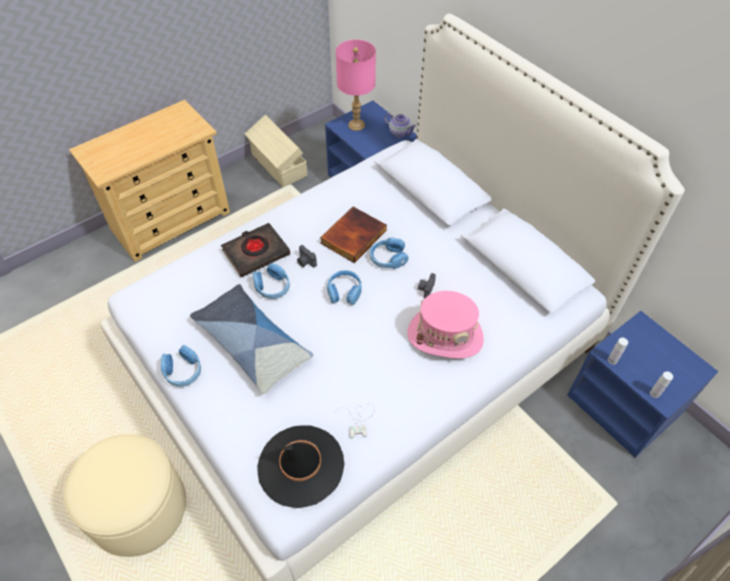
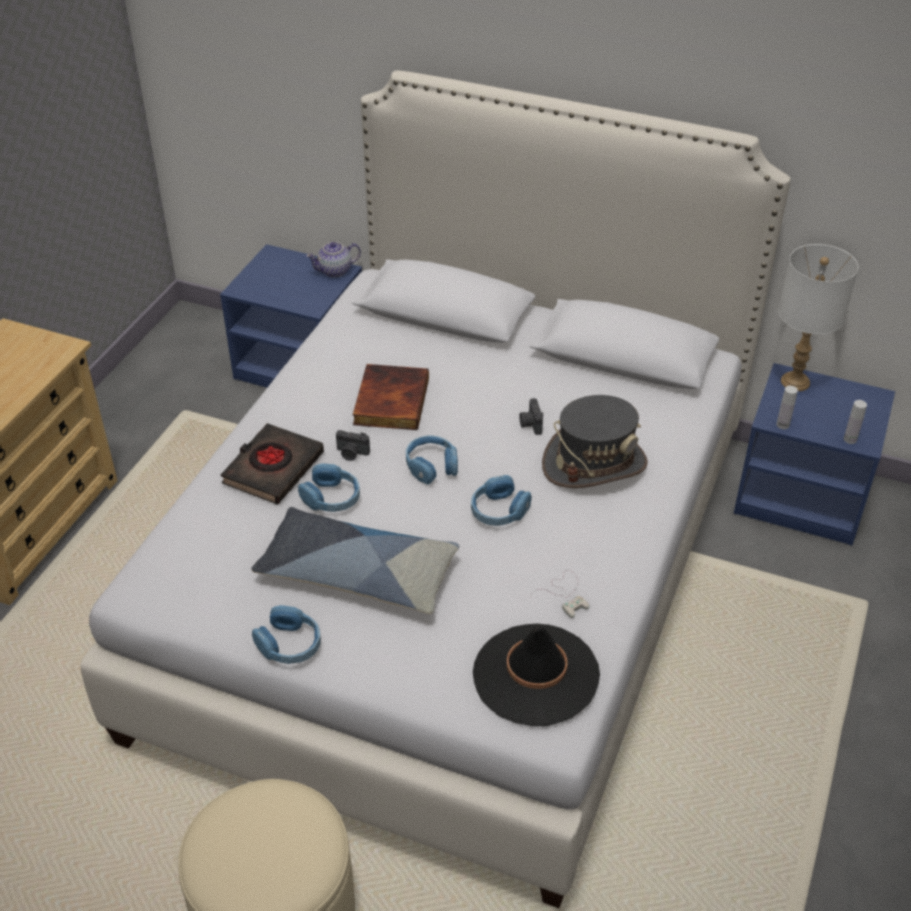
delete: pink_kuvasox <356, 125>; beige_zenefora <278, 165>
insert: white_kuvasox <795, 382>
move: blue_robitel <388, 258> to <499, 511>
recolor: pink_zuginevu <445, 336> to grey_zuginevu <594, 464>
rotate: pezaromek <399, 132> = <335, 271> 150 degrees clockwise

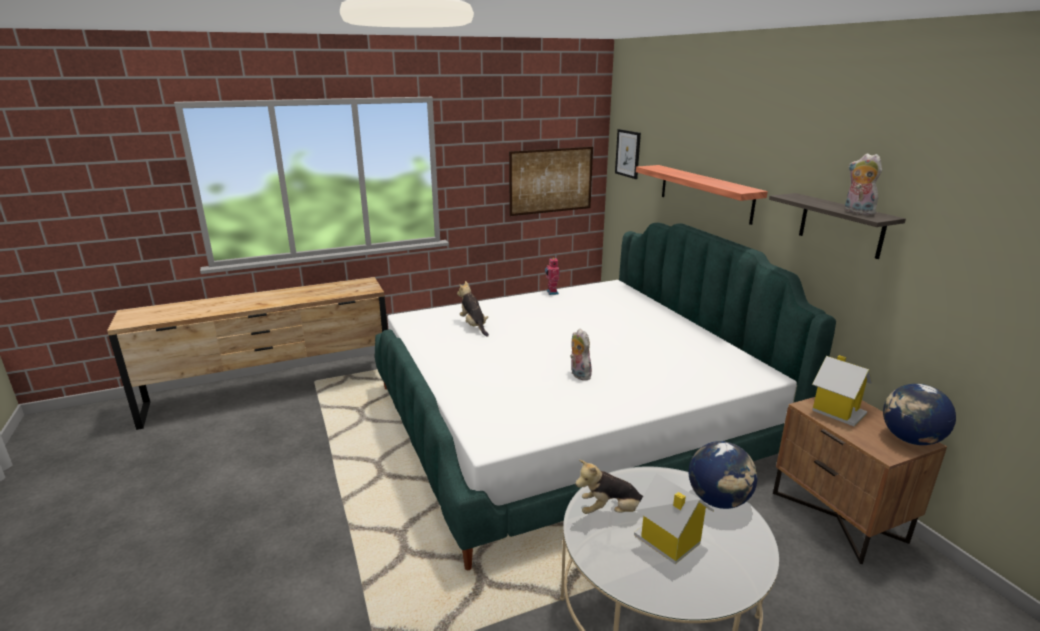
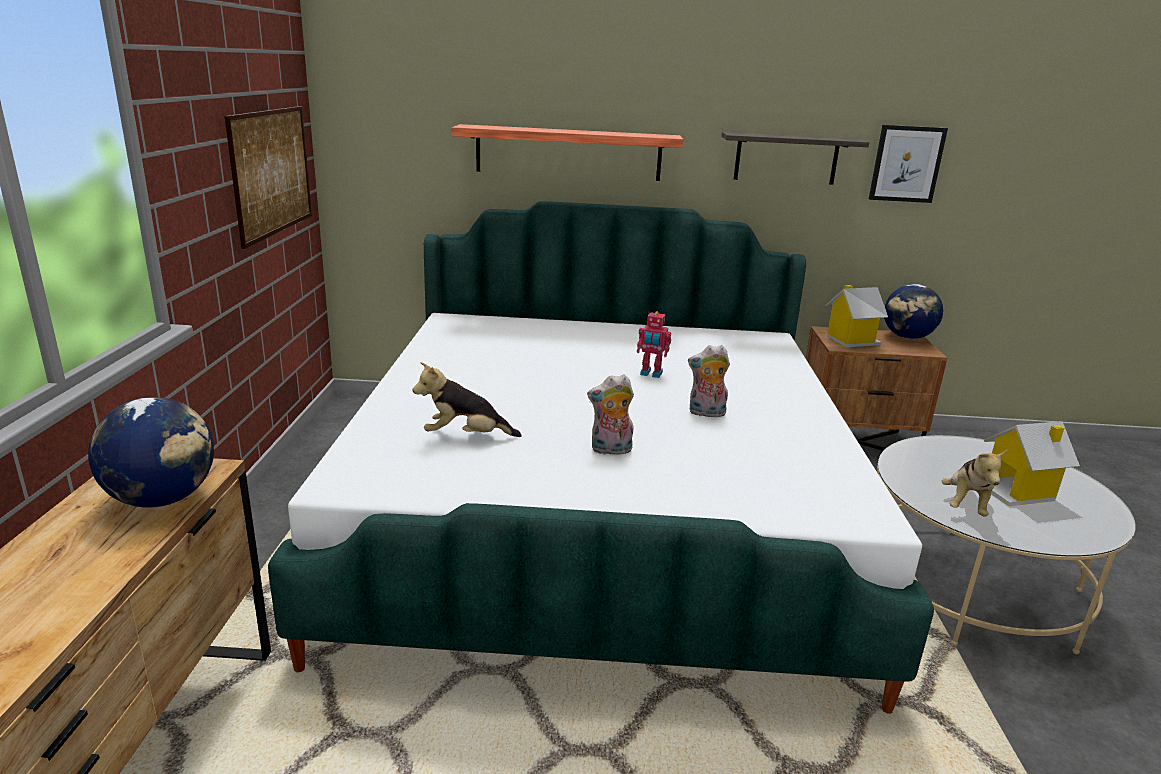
move: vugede <628, 153> to <906, 164>; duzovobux <857, 212> to <610, 450>; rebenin <551, 292> to <651, 374>; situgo <718, 500> to <163, 499>

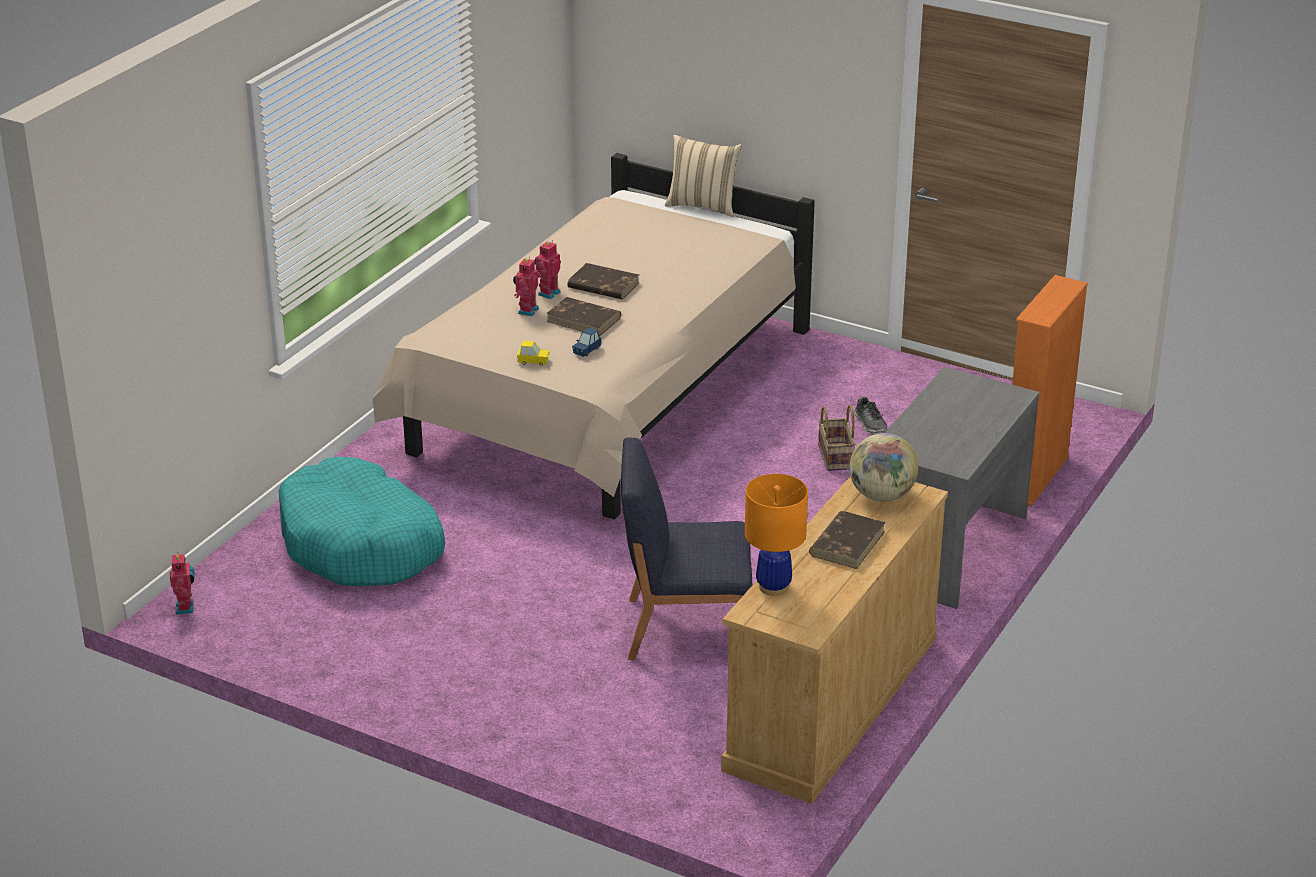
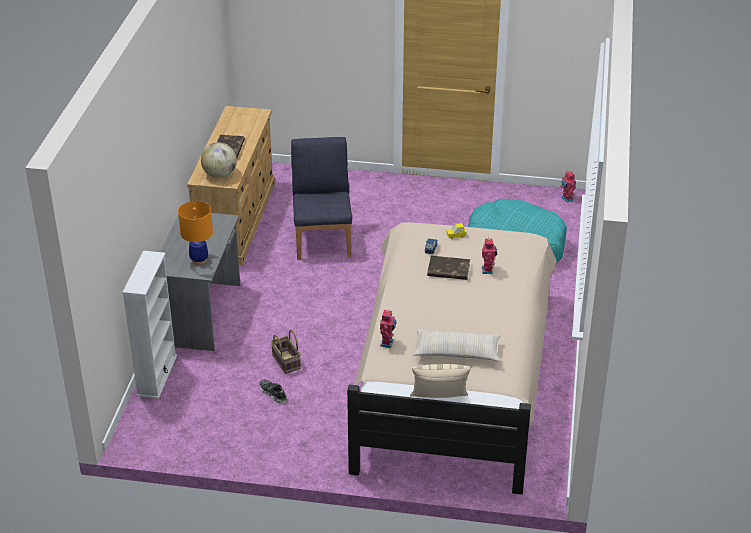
delete: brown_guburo <603, 285>
insert: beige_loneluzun <456, 352>
move: rebenin <548, 293> to <387, 343>; orange_kuvasox <773, 587> to <199, 260>
recolor: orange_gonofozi <1034, 477> to white_gonofozi <157, 375>
rotate: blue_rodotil <684, 628> = <323, 240> 75 degrees counterclockwise

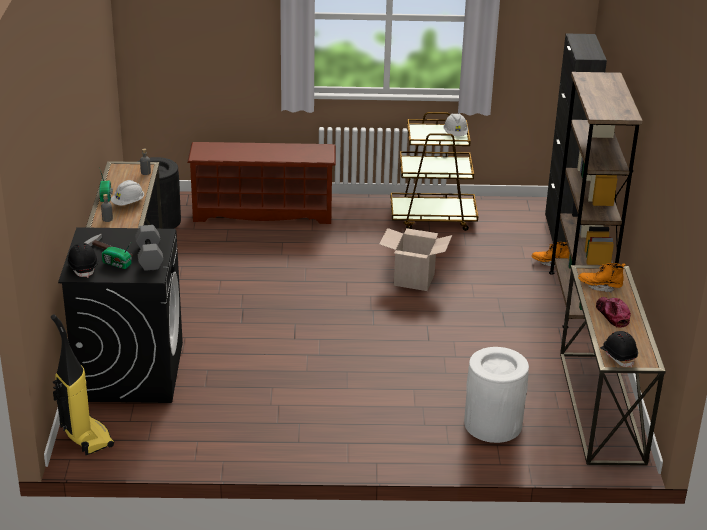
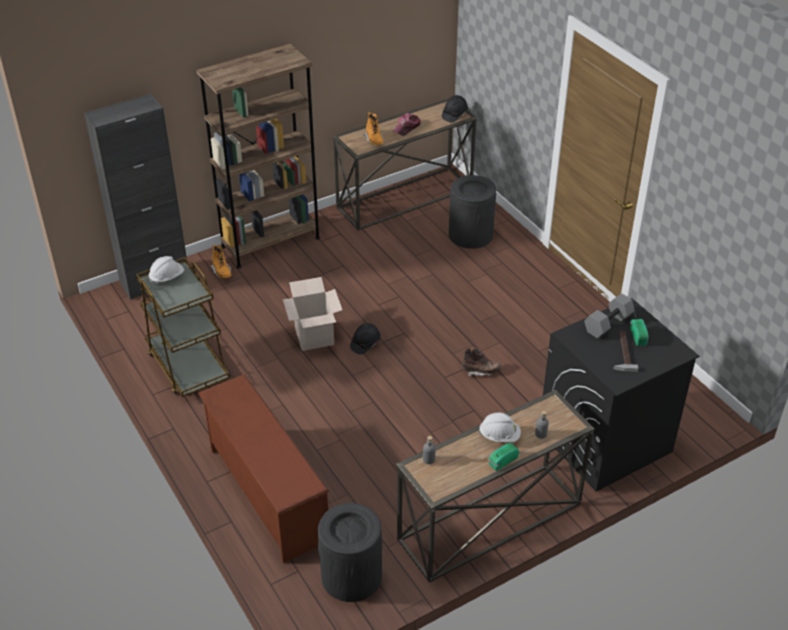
delete: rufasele <85, 437>
insert: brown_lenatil <480, 371>
move: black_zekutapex <83, 267> to <365, 343>
recolor: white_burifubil <493, 424> to black_burifubil <470, 234>

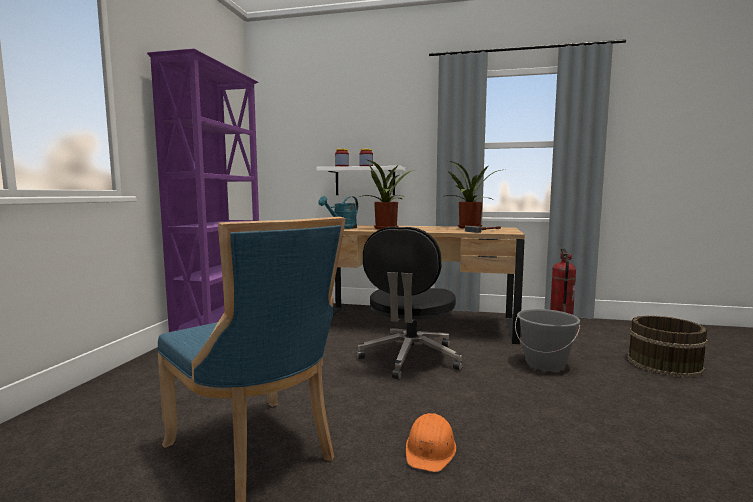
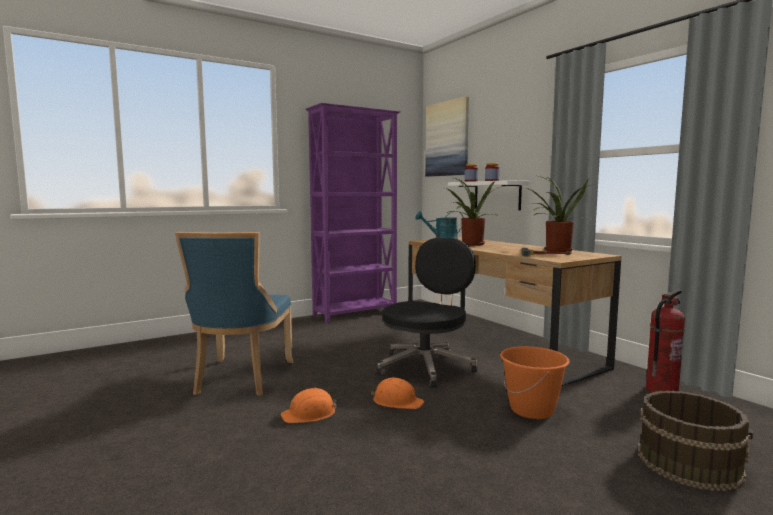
insert: vugede <447, 139>; orange_zekutapex <397, 401>
recolor: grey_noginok <545, 364> to orange_noginok <532, 410>
rotate: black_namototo <410, 358> = <426, 367> 150 degrees clockwise

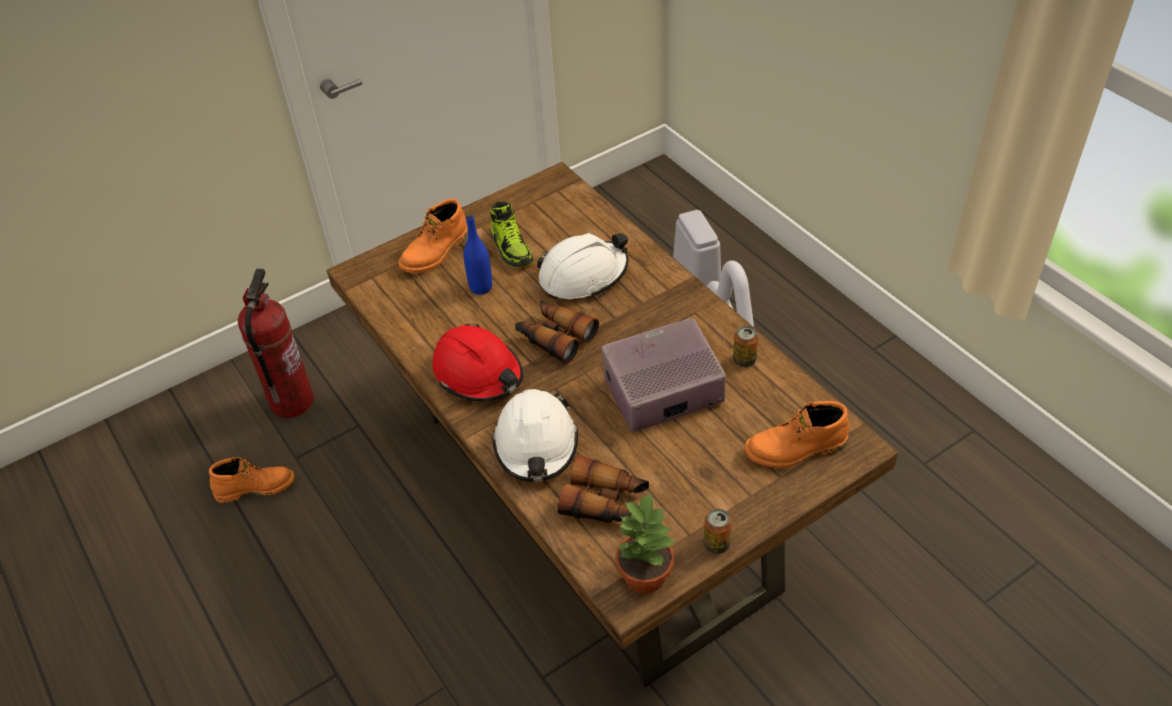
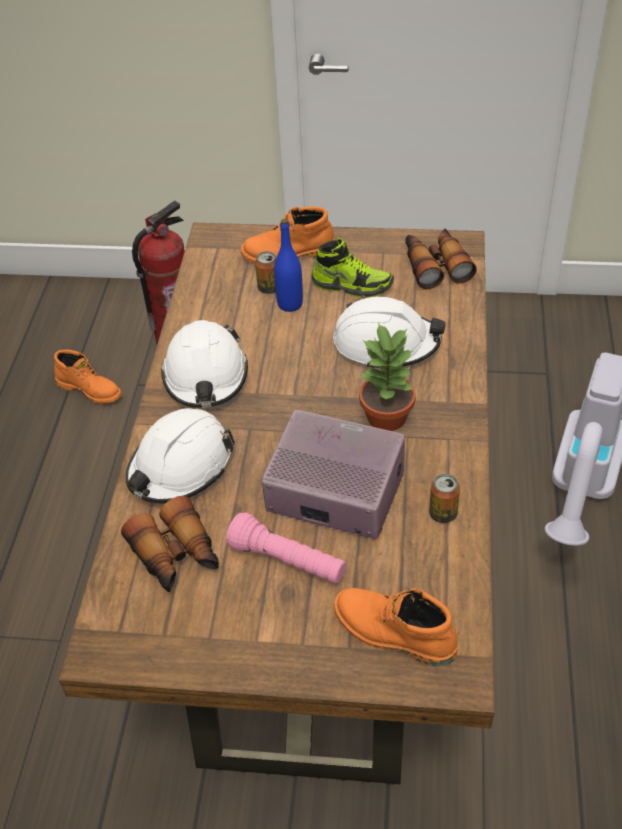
insert: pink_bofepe <288, 561>
move: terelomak <555, 337> to <435, 265>; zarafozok <644, 574> to <387, 416>; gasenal <716, 544> to <269, 288>
recolor: red_zekutapex <478, 373> to white_zekutapex <206, 376>
rotate: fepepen <511, 249> = <352, 285> 90 degrees counterclockwise

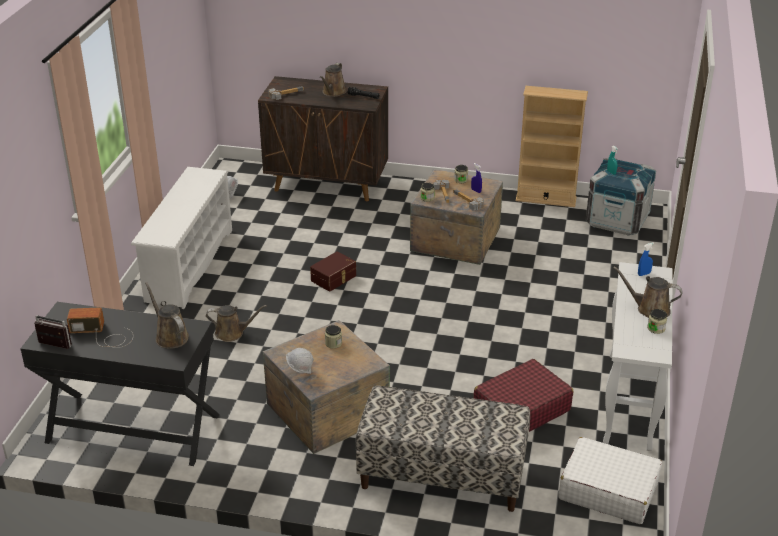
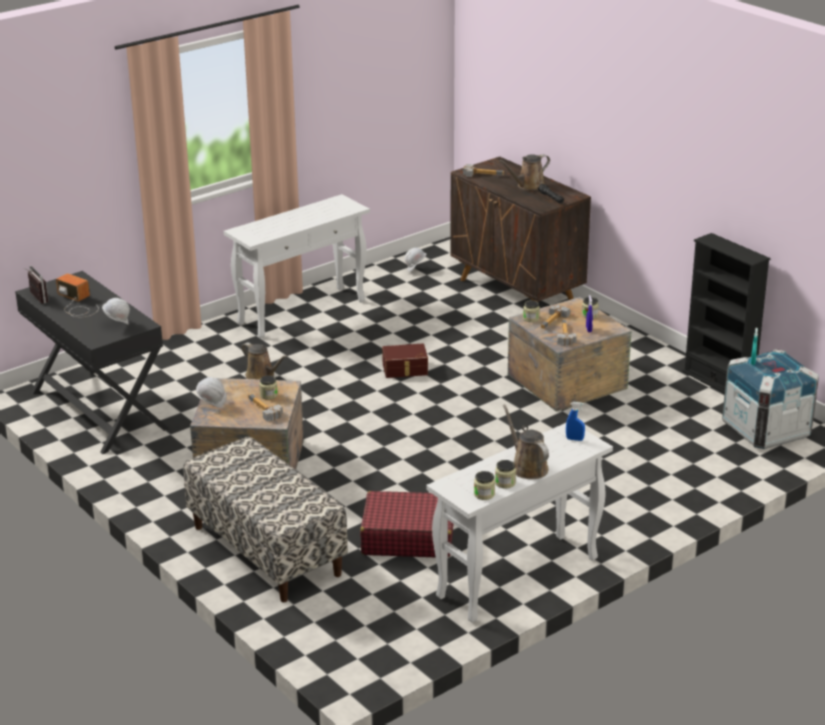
delete: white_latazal <608, 490>
insert: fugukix <262, 411>; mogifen <484, 494>
replace: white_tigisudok <188, 265> to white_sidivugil <302, 312>; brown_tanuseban <170, 336> to white_zekutapex <117, 324>
recolor: beige_gonofozi <546, 199> to black_gonofozi <718, 382>

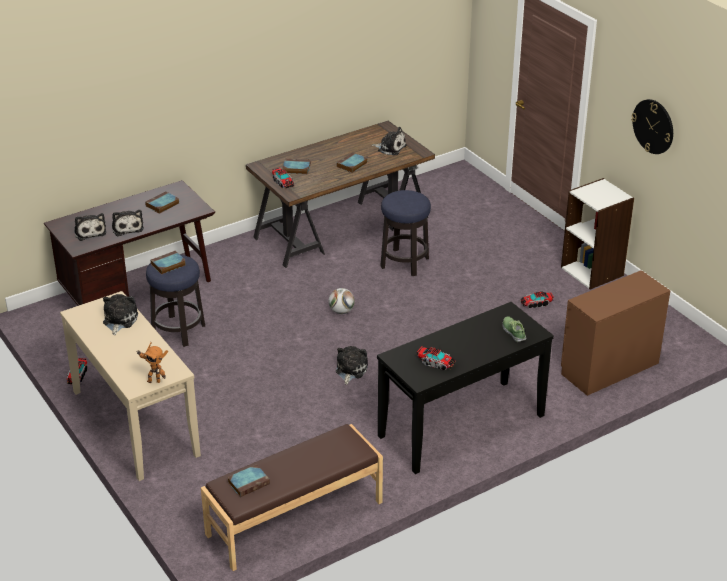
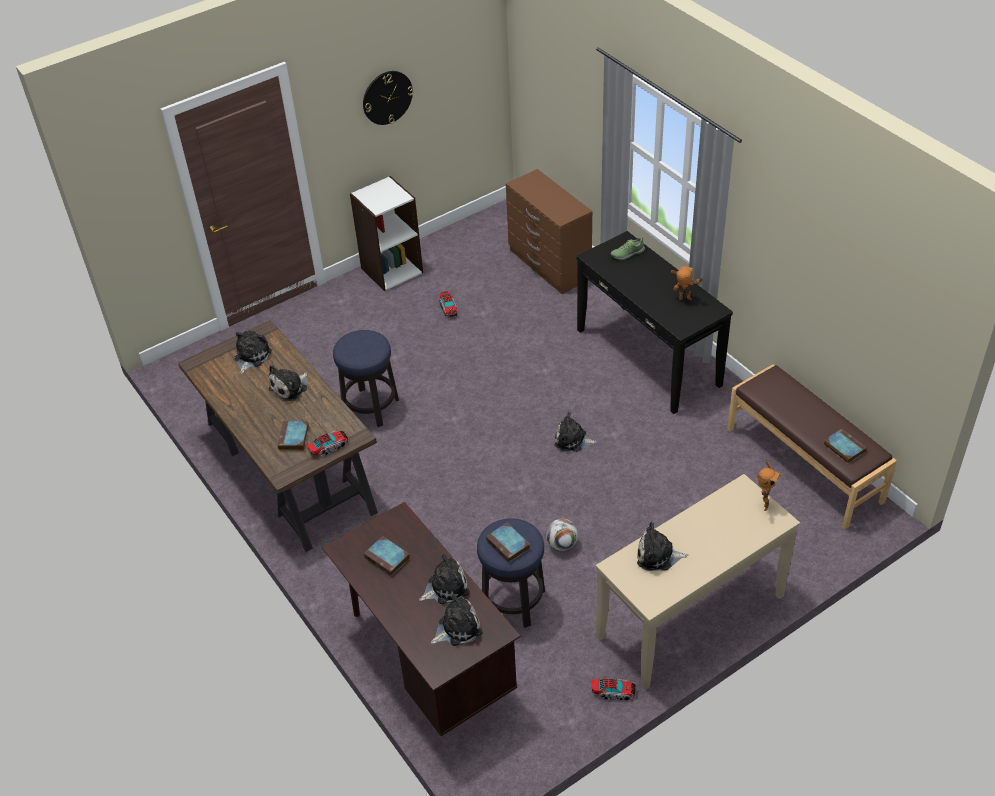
move: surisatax <341, 311> to <562, 544>
replace: guburo <351, 165> to duzovobux <290, 388>; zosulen <436, 363> to rebenin <685, 300>

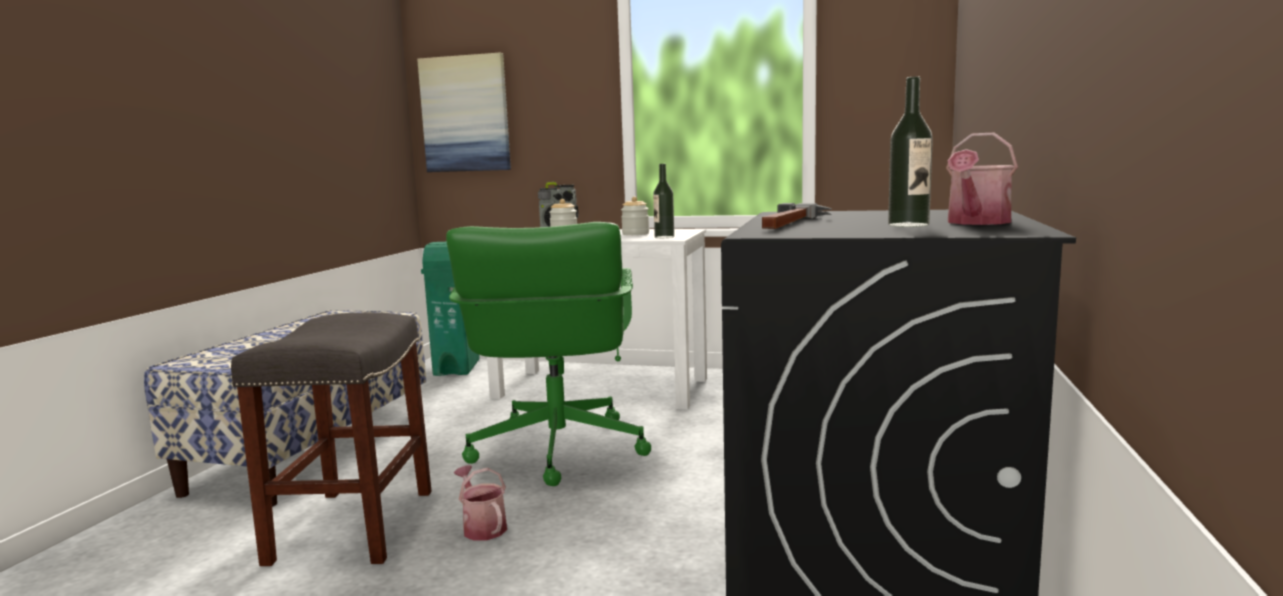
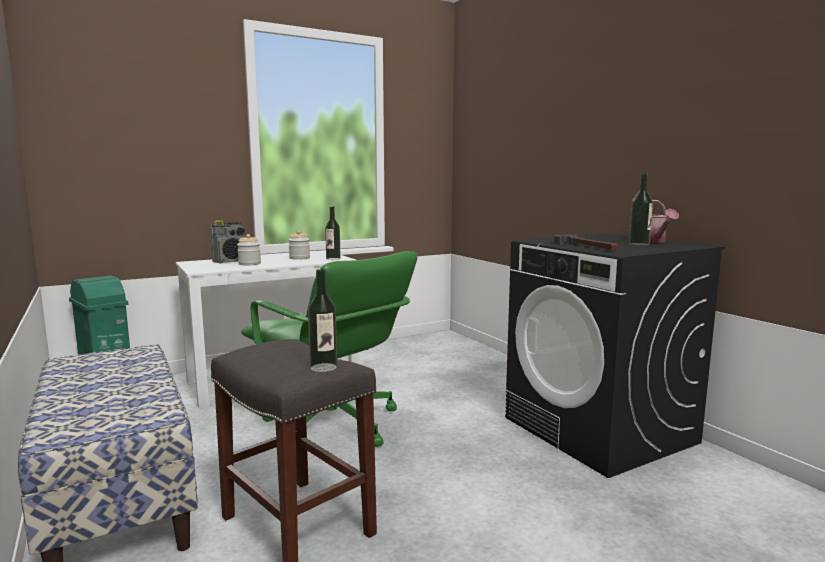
delete: vugede <465, 114>; tanuseban <482, 527>
insert: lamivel <323, 367>

